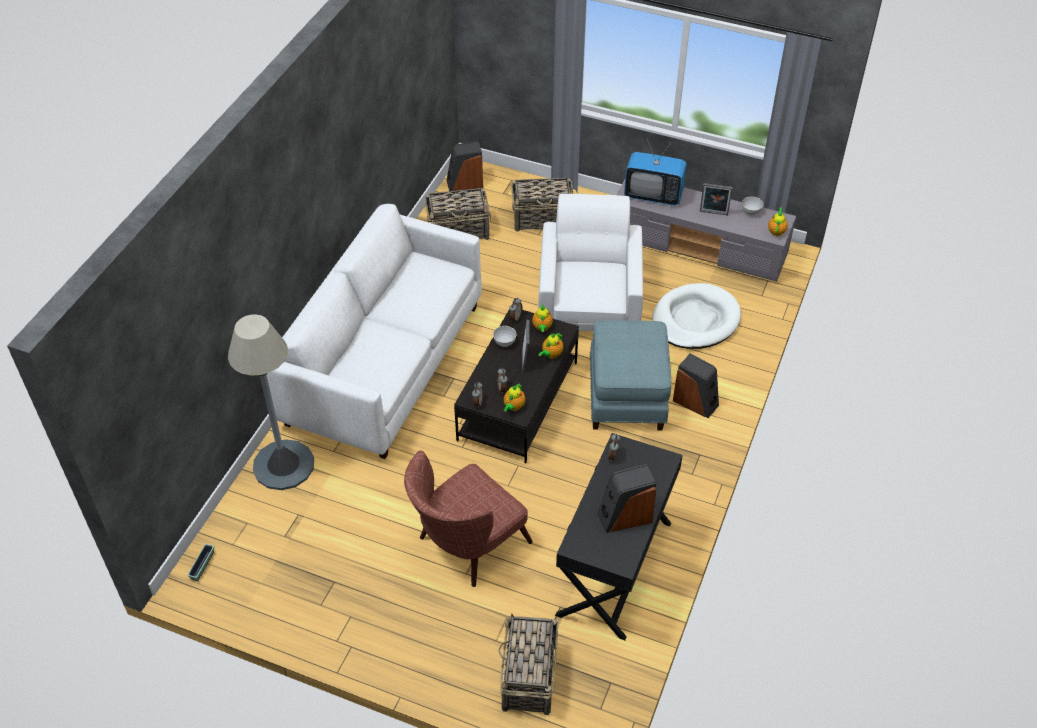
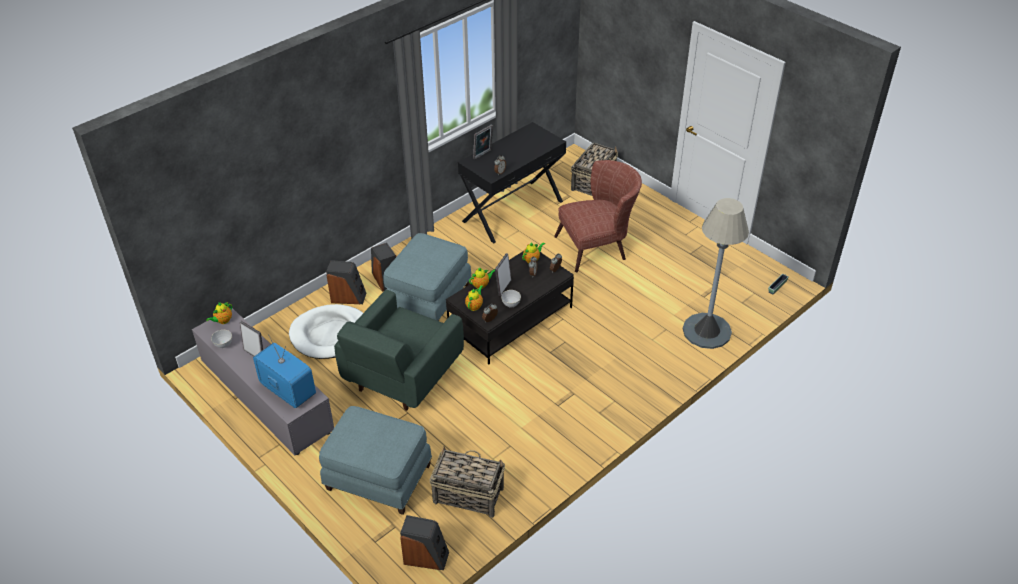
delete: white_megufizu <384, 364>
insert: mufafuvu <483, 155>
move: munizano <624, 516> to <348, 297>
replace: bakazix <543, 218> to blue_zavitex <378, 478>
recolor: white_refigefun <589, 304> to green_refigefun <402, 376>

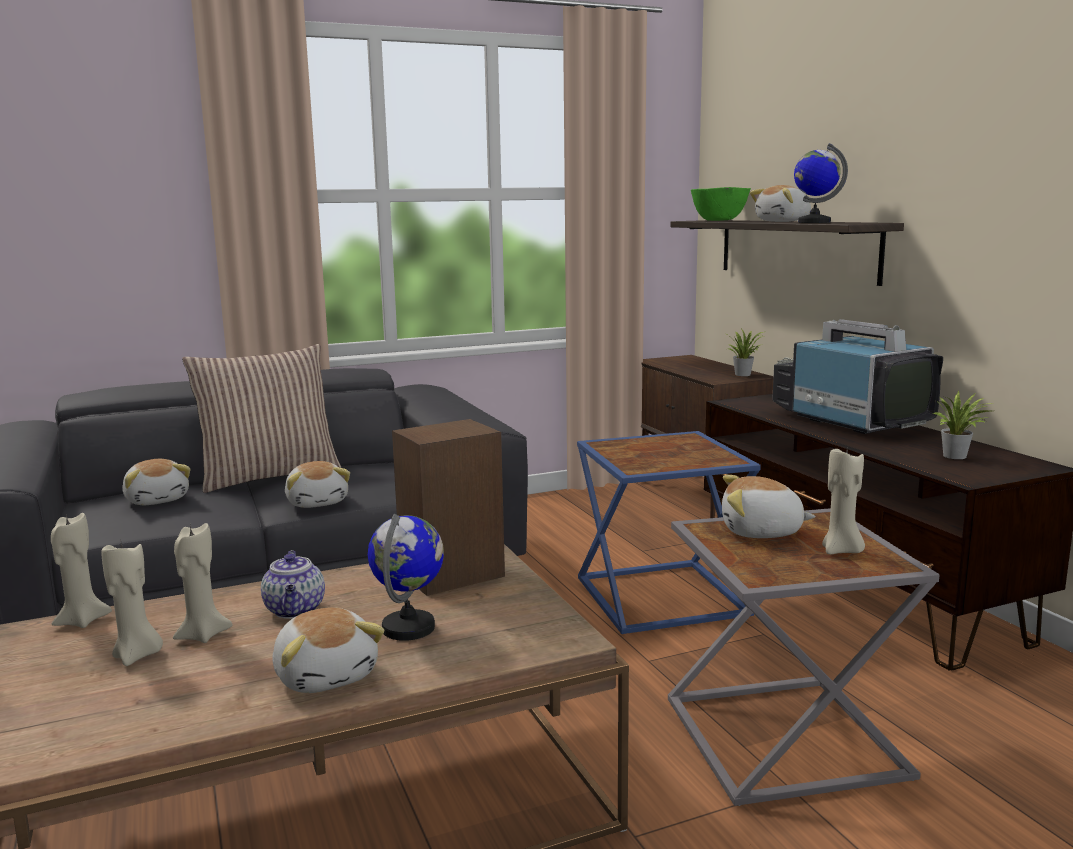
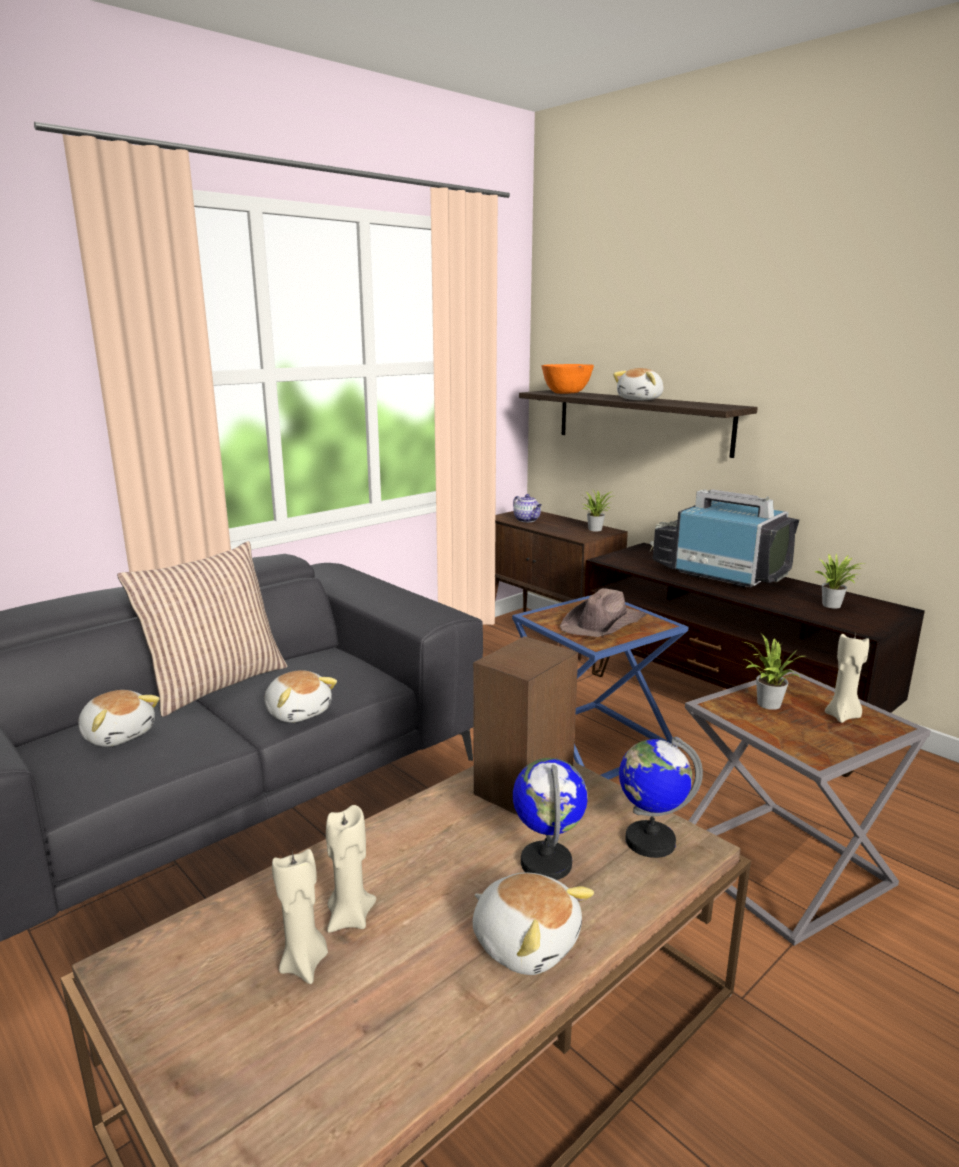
delete: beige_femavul <82, 621>
insert: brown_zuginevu <604, 624>
move: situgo <814, 222> to <649, 841>; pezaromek <295, 610> to <527, 520>
replace: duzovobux <761, 532> to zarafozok <766, 704>
recolor: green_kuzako <719, 220> to orange_kuzako <566, 393>

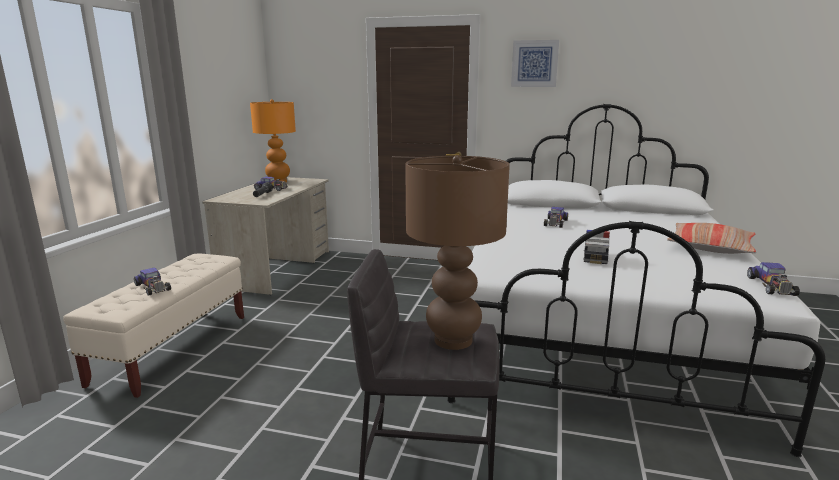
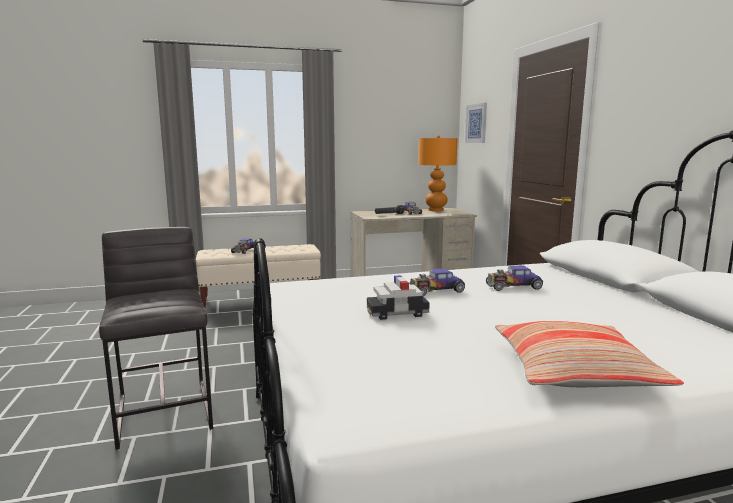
delete: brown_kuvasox <453, 340>
move: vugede <534, 63> to <476, 123>; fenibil <771, 286> to <435, 290>

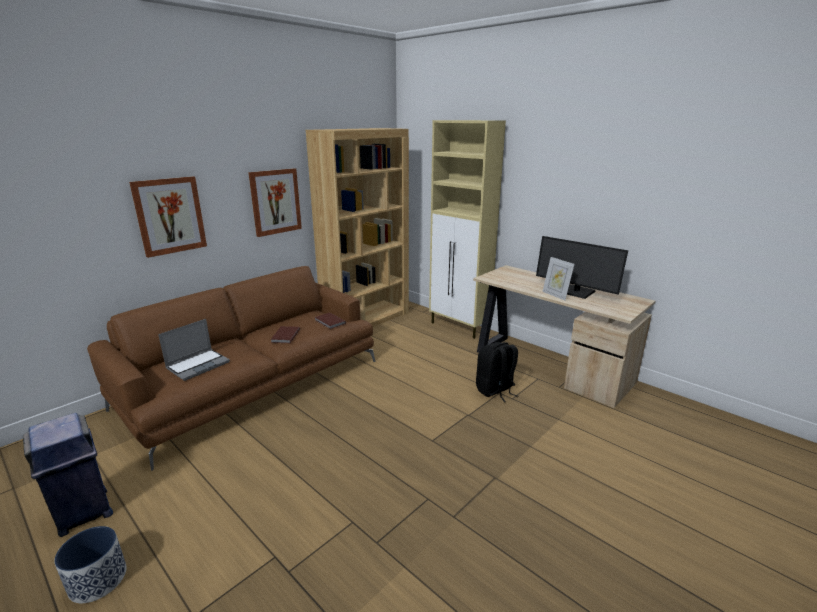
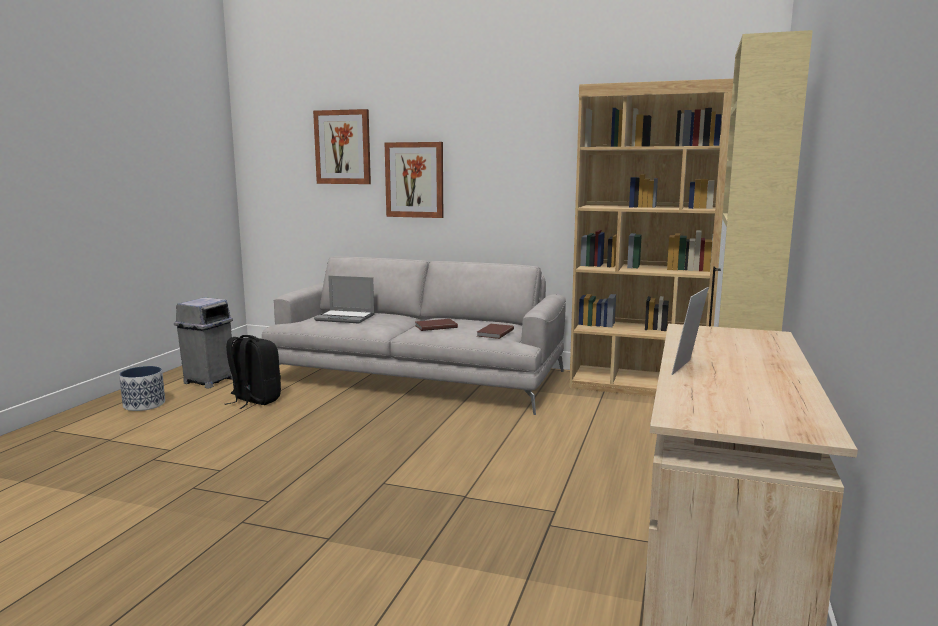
delete: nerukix <576, 292>
move: vugede <275, 202> to <343, 147>; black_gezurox <495, 390> to <254, 400>
recolor: brown_megufizu <253, 383> to grey_megufizu <418, 377>; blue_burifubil <84, 513> to grey_burifubil <208, 381>

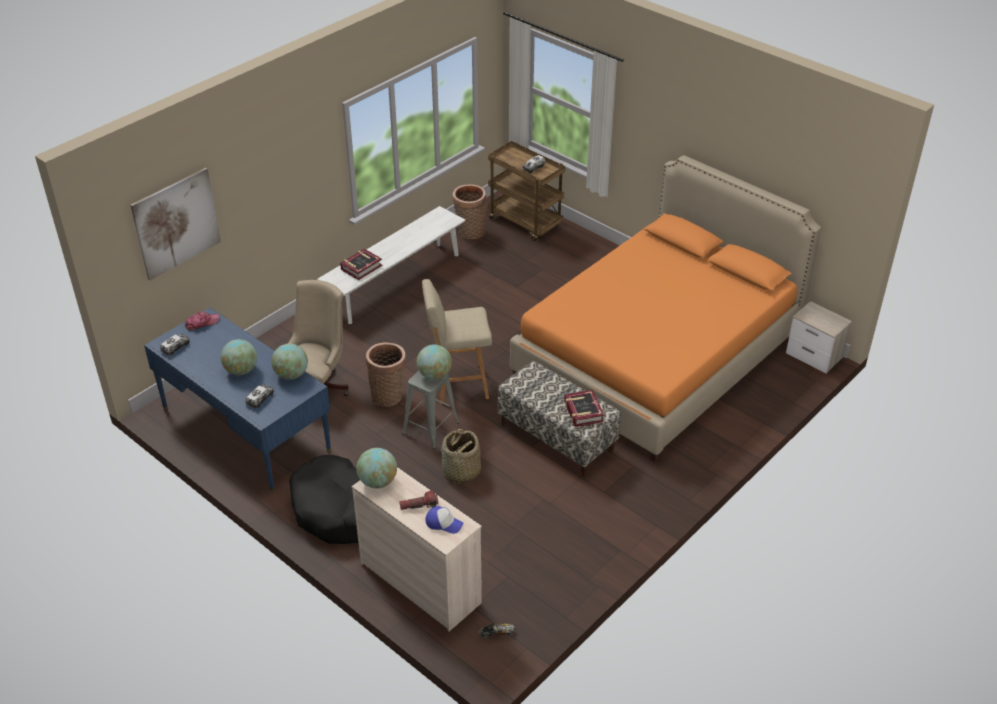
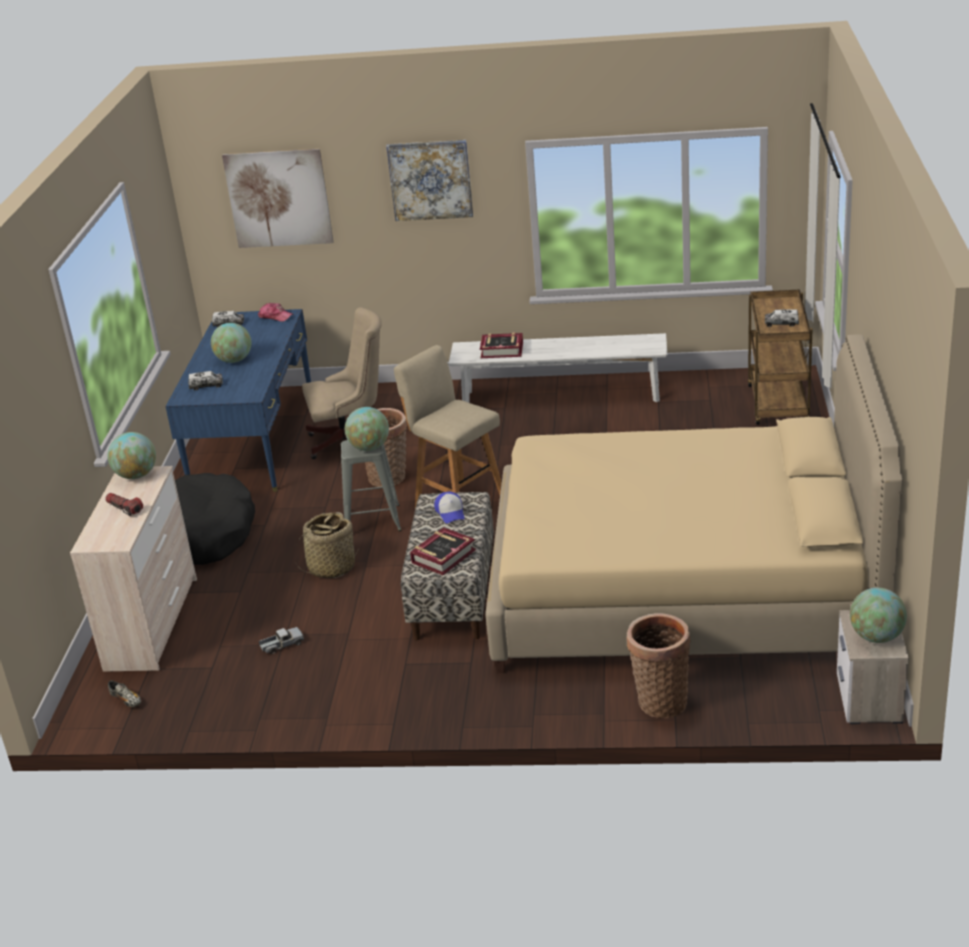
insert: vugede <430, 180>; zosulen <282, 645>
move: bakazix <470, 232> to <659, 701>; situgo <291, 374> to <876, 637>; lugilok <443, 523> to <450, 512>
recolor: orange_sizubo <657, 356> to beige_sizubo <682, 589>

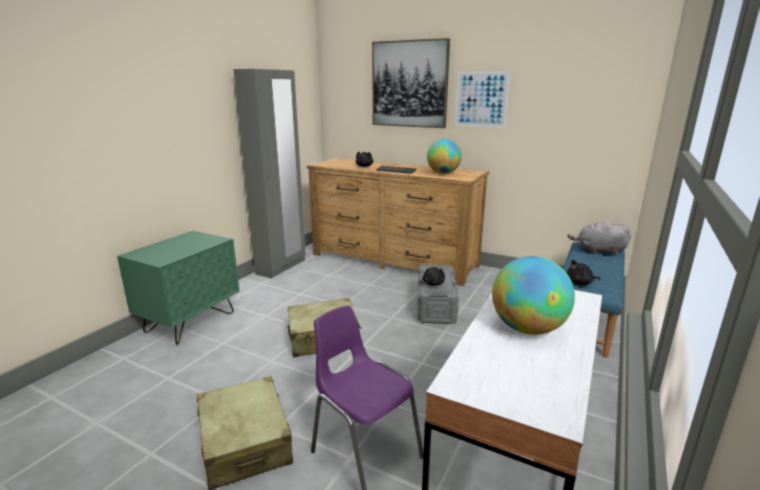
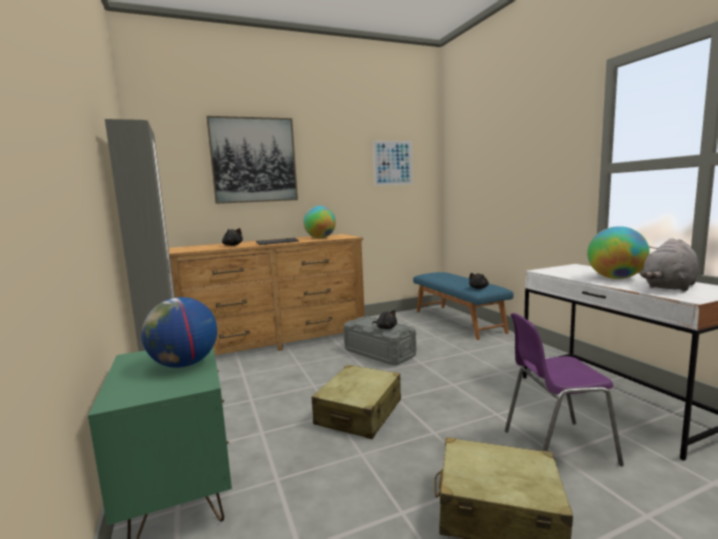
insert: situgo <184, 364>
move: vugede <481, 99> to <393, 163>; grey_duzovobux <598, 251> to <669, 287>

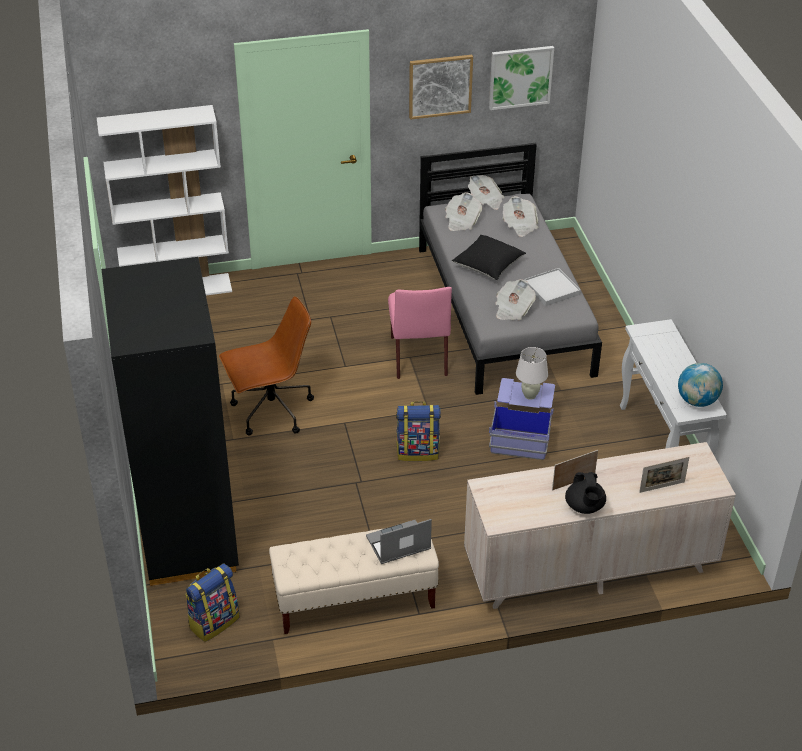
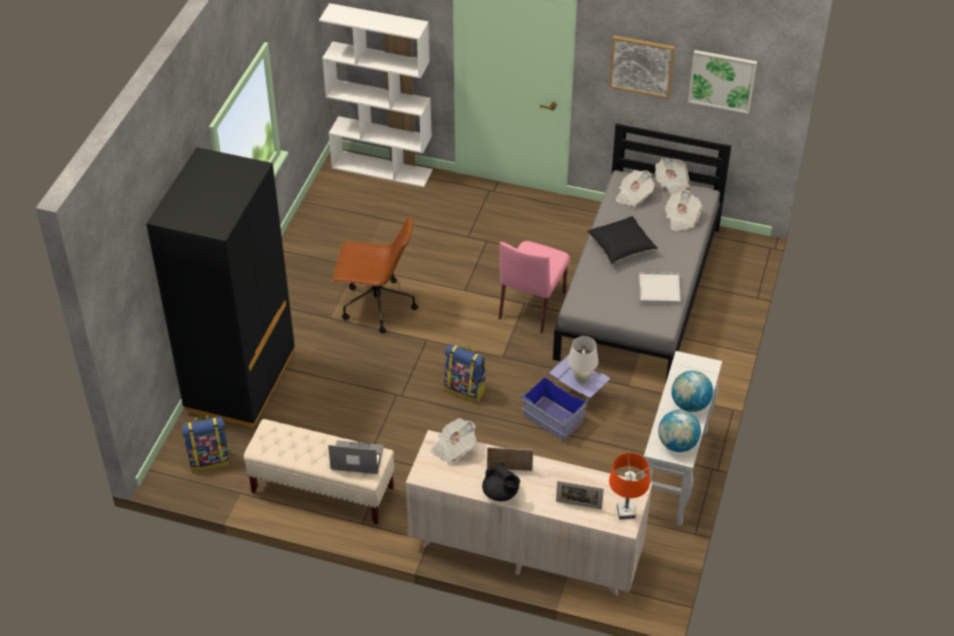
insert: situgo <690, 404>; orange_kuvasox <626, 512>
move: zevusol <512, 309> to <453, 448>
rotate: black_pezaromek <584, 507> = <501, 493> 60 degrees counterclockwise

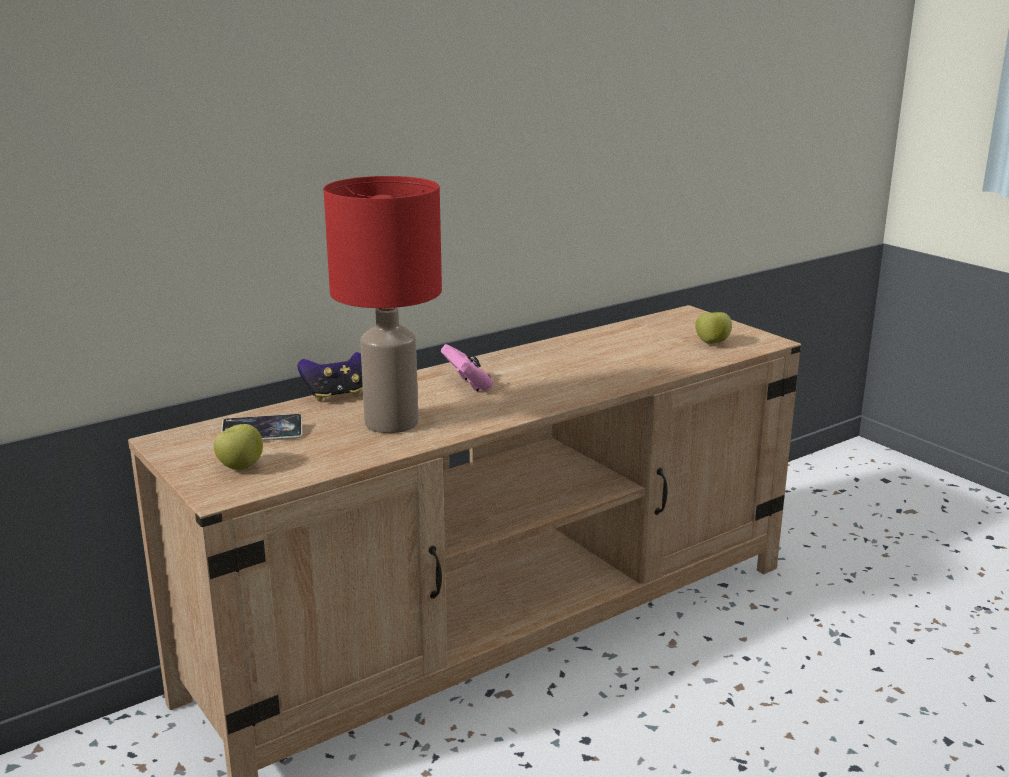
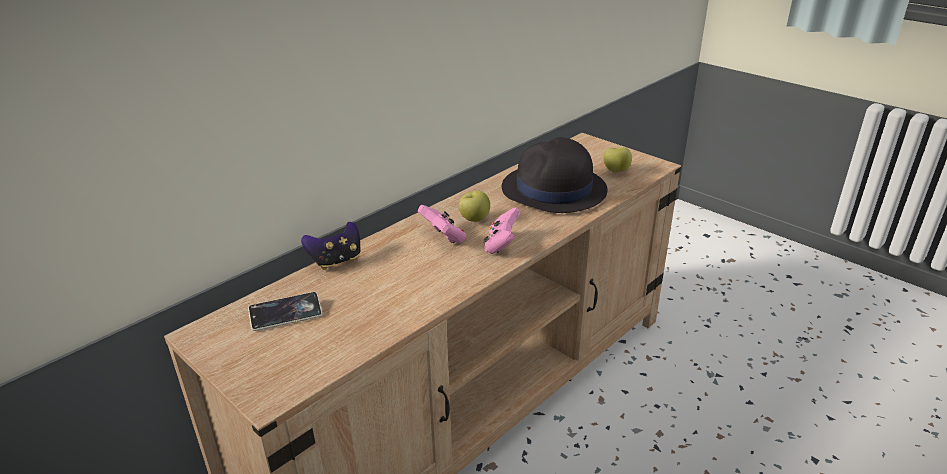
delete: red_kuvasox <391, 423>
insert: black_zuginevu <554, 190>; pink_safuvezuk <501, 245>
move: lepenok <240, 467> to <474, 219>

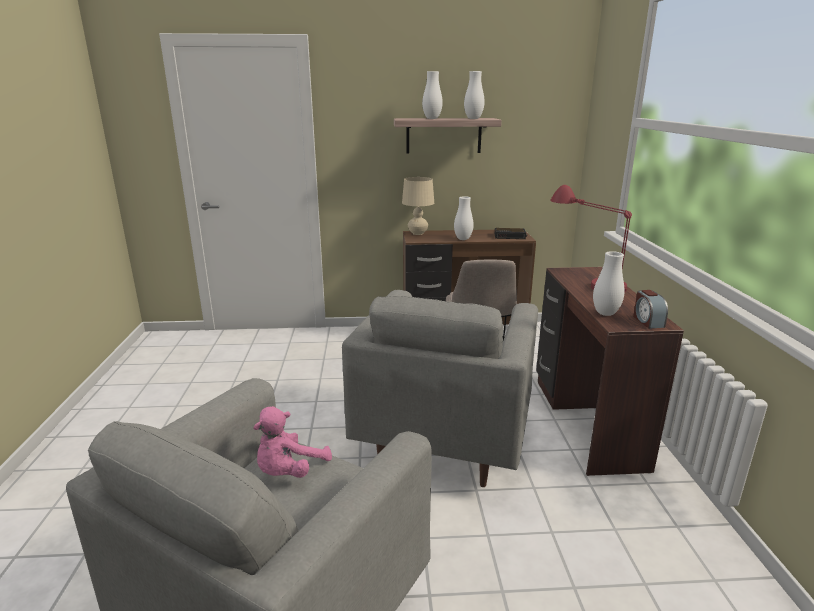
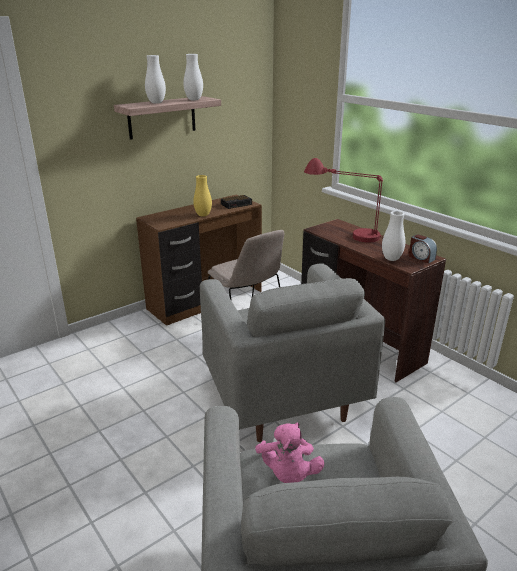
delete: beige_kuvasox <418, 233>
recolor: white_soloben <463, 239> to yellow_soloben <203, 215>

